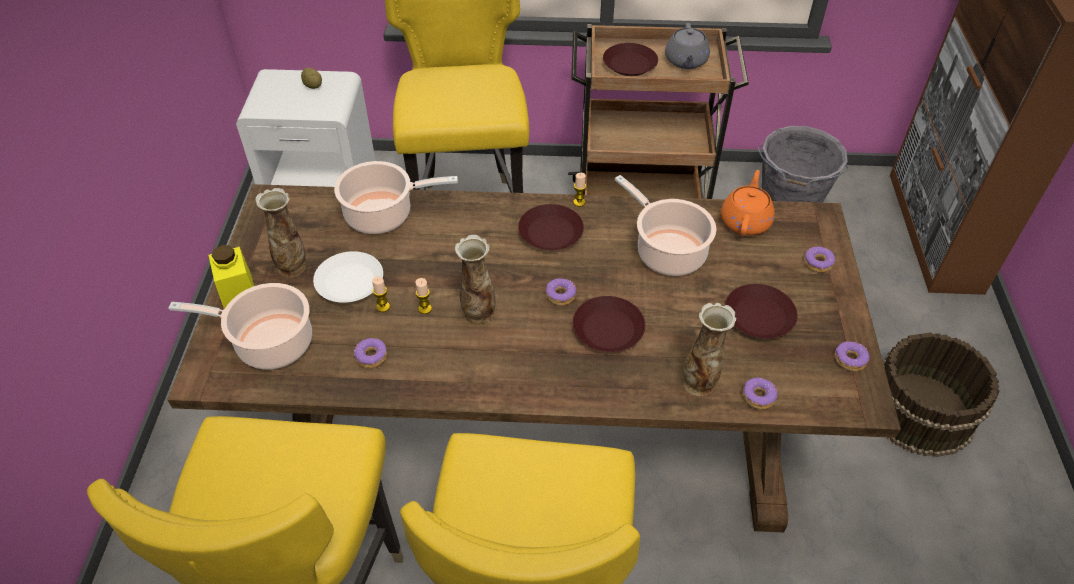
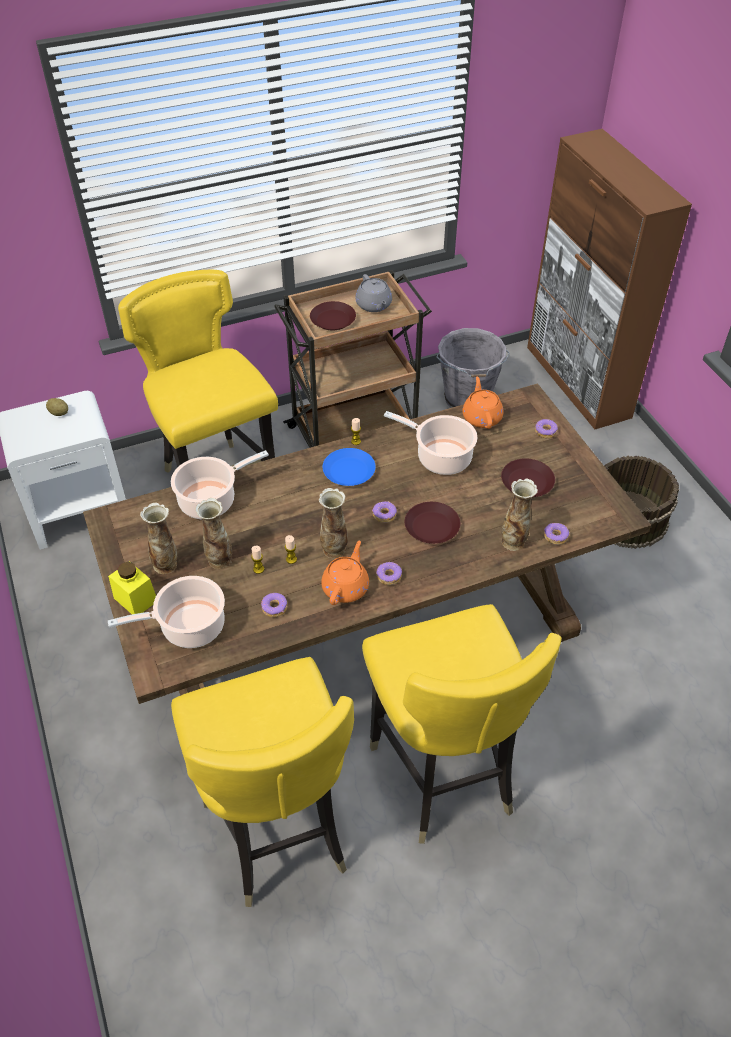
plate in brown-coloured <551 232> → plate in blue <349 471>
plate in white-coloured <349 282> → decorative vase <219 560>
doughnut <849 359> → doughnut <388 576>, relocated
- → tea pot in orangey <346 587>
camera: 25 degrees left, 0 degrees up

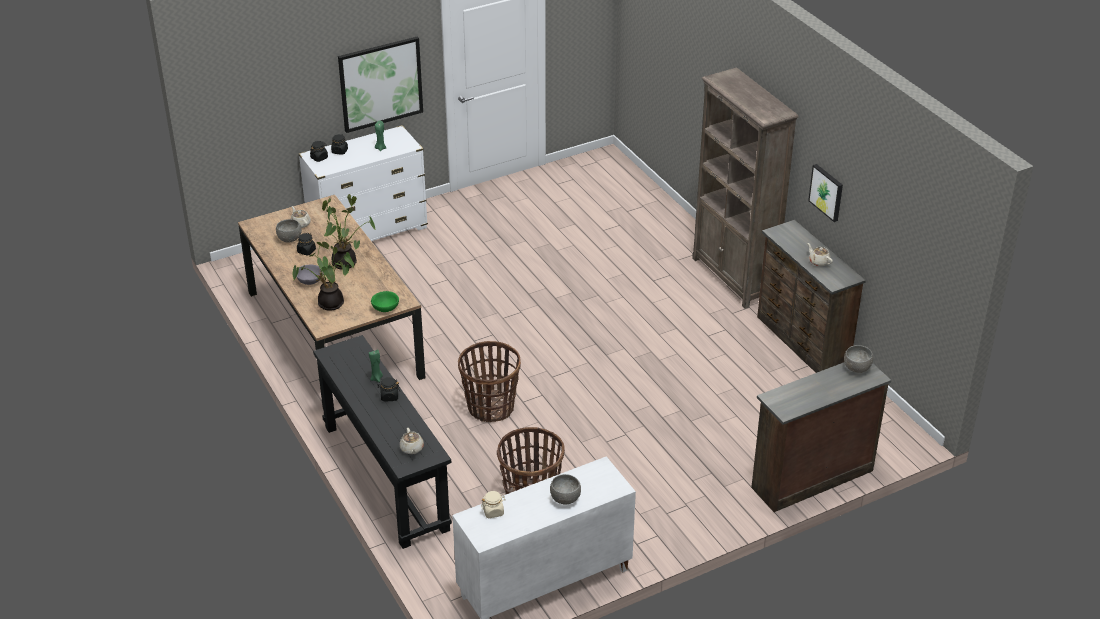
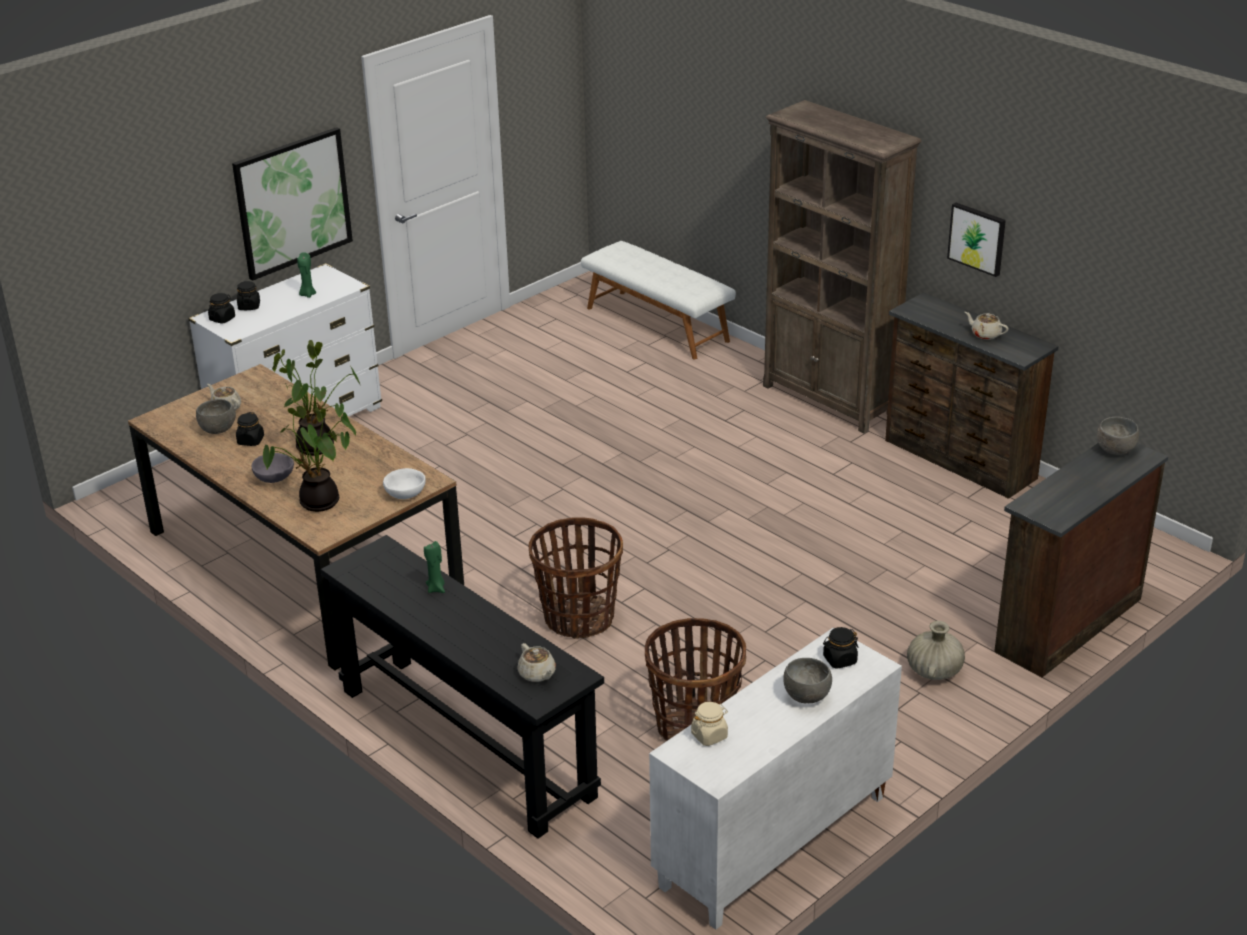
bowl in green-coloured <386 308> → bowl in white-coloured <406 494>
jar in black <389 396> → jar in black <839 660>, relocated
- → indoor bench in white-coloured <658 324>
- → decorative vase in sand-coloured <934 671>
camera: 15 degrees left, 5 degrees down

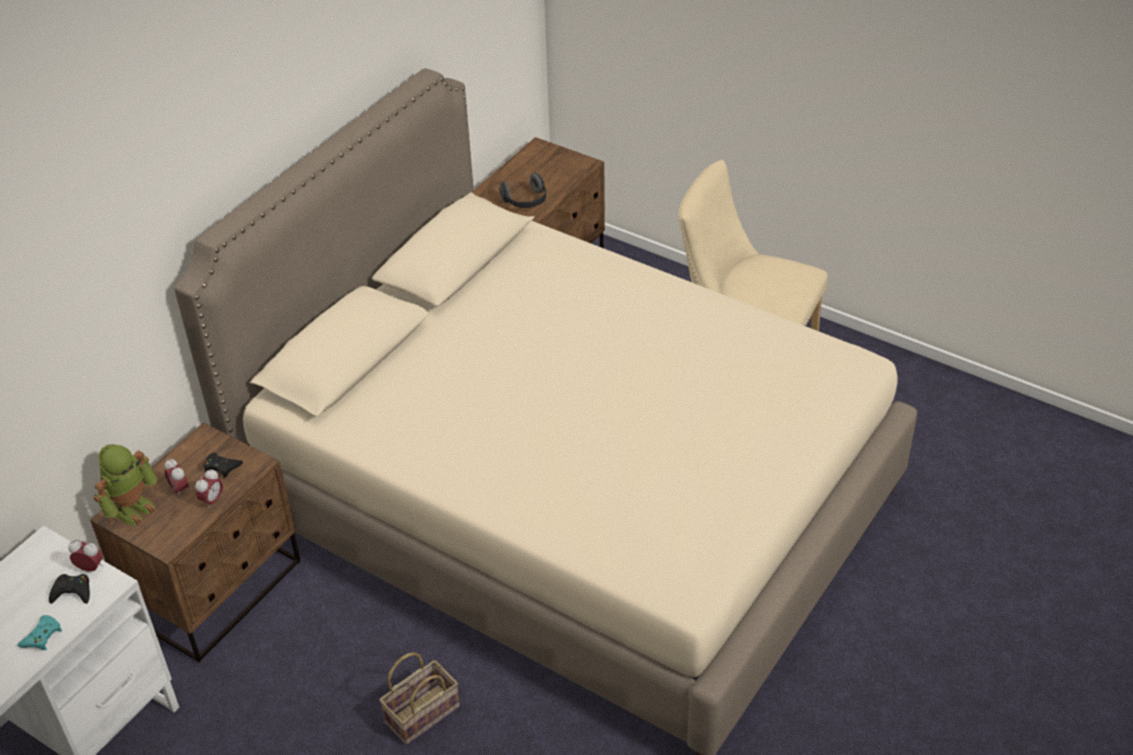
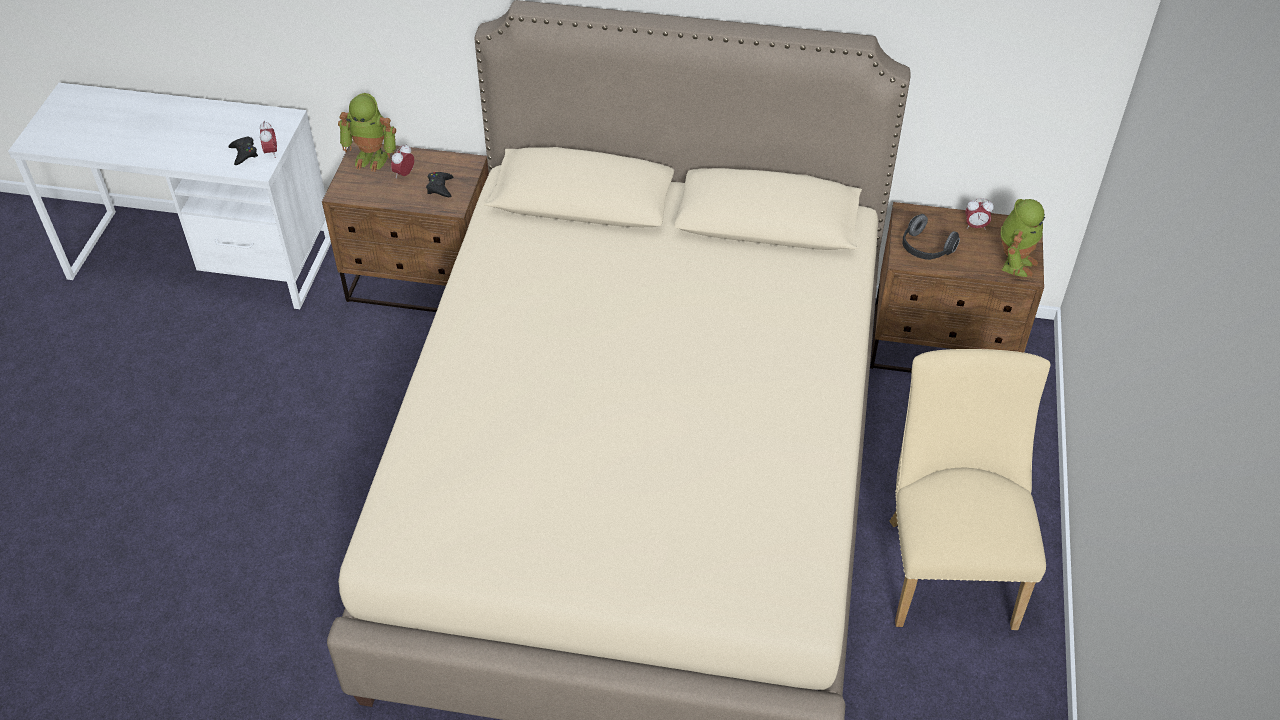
table clock <212 500> → table clock <975 226>, relocated
gamepad in blue-green <42 636> → -
storage basket <423 713> → -
- → model robot <1014 262>
camera: 65 degrees right, 5 degrees up

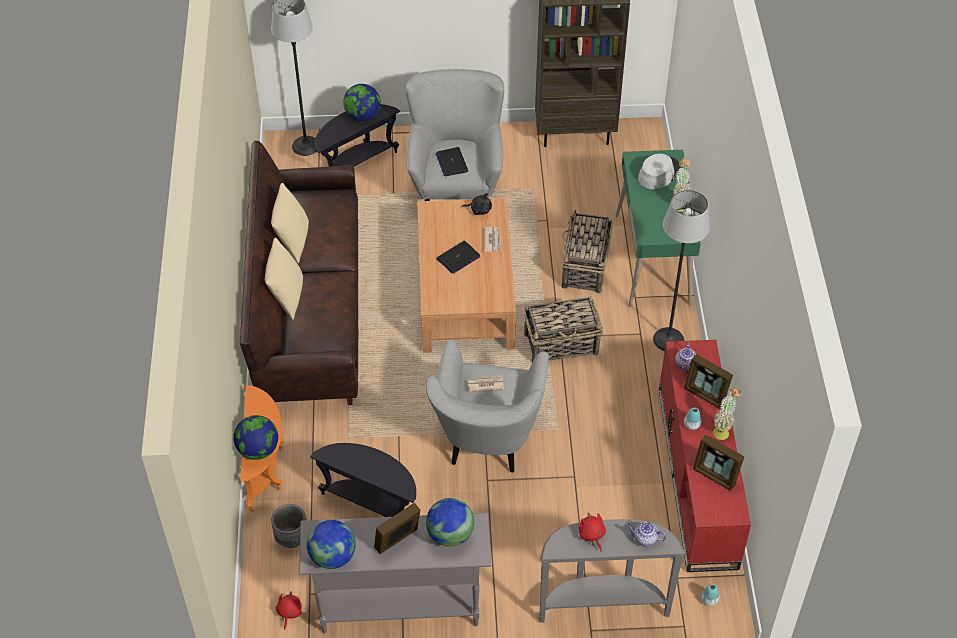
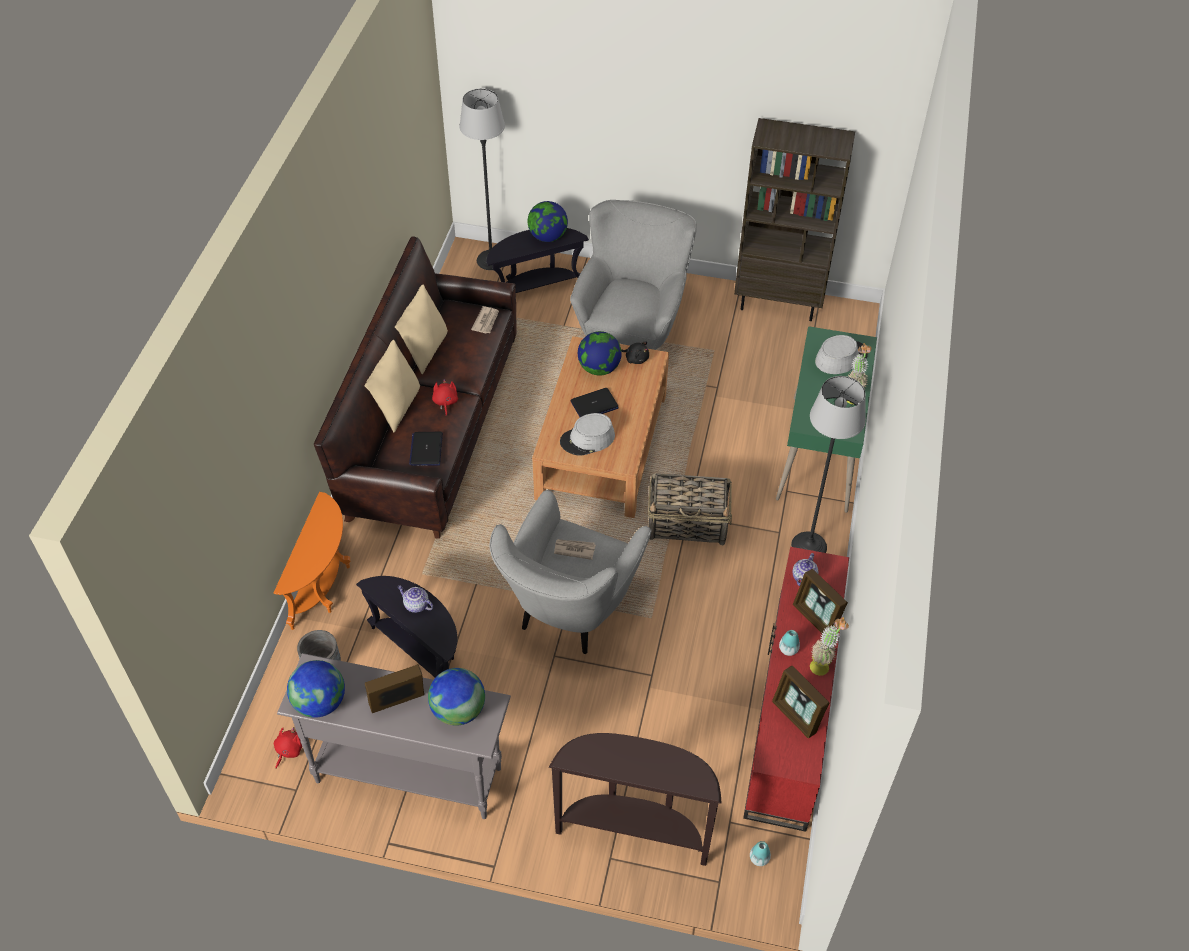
laptop <451 162> → laptop <426 449>, relocated
storage basket <585 267> → -
daily paper <492 240> → daily paper <486 321>, relocated
world globe <258 450> → world globe <599 368>, relocated
soft toy in red <591 535> → soft toy in red <445 402>, relocated
narrow table in grey <602 604> → narrow table in brown-coloured <634 830>
tea pot <644 539> → tea pot <415 605>, relocated
- → clothing hat in grey <587 439>
camera: 15 degrees right, 0 degrees up

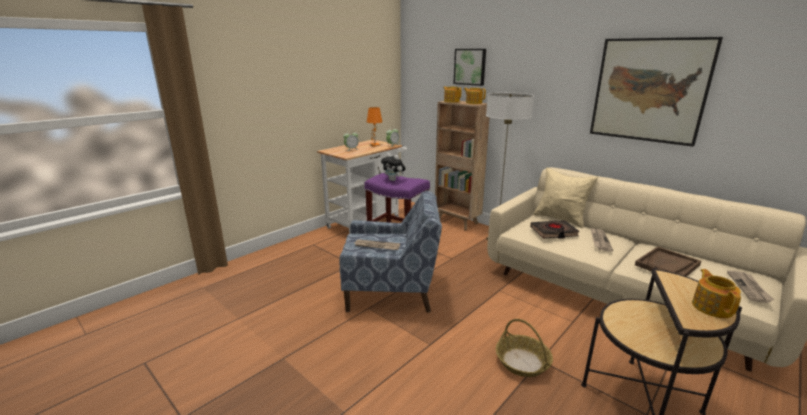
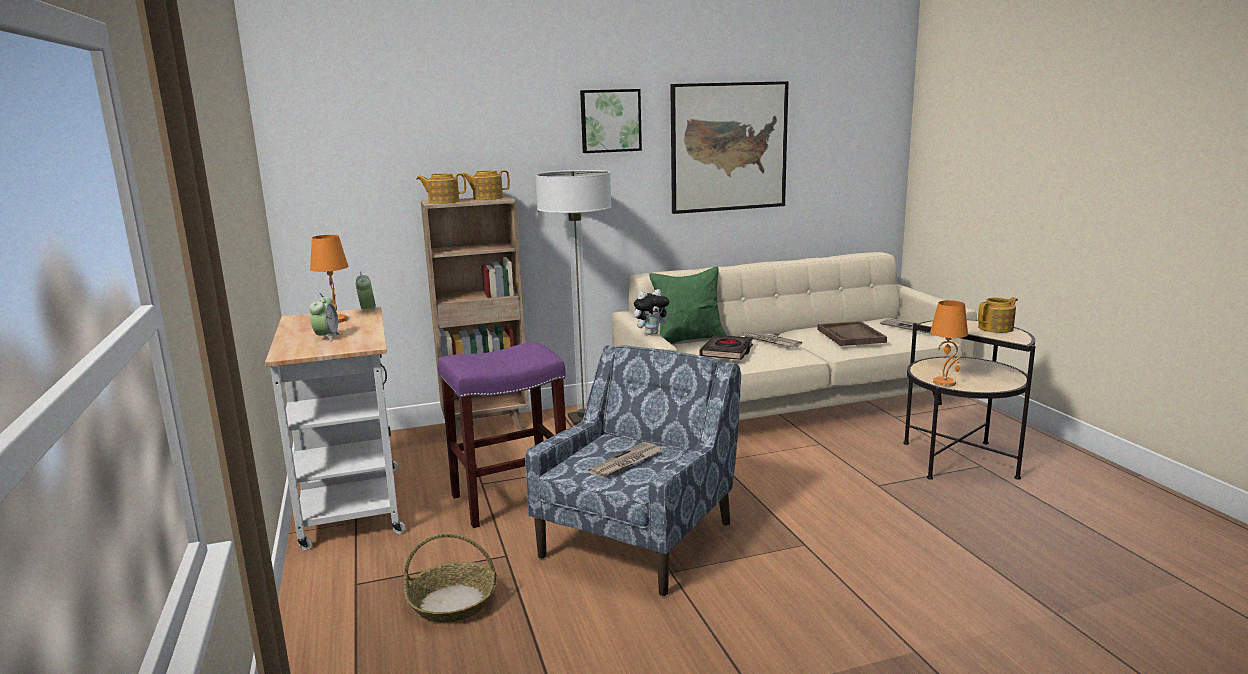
wall picture <470 66> → wall picture <610 121>, relocated
soft toy <393 180> → soft toy <651 333>, relocated
pillow in sand-coloured <560 219> → pillow in green-coloured <689 340>
tea pot <712 307> → tea pot <996 328>, 120 degrees clockwise
storage basket <522 362> → storage basket <453 602>, relocated
- → lamp for a table in orangey <945 382>
camera: 60 degrees left, 5 degrees down

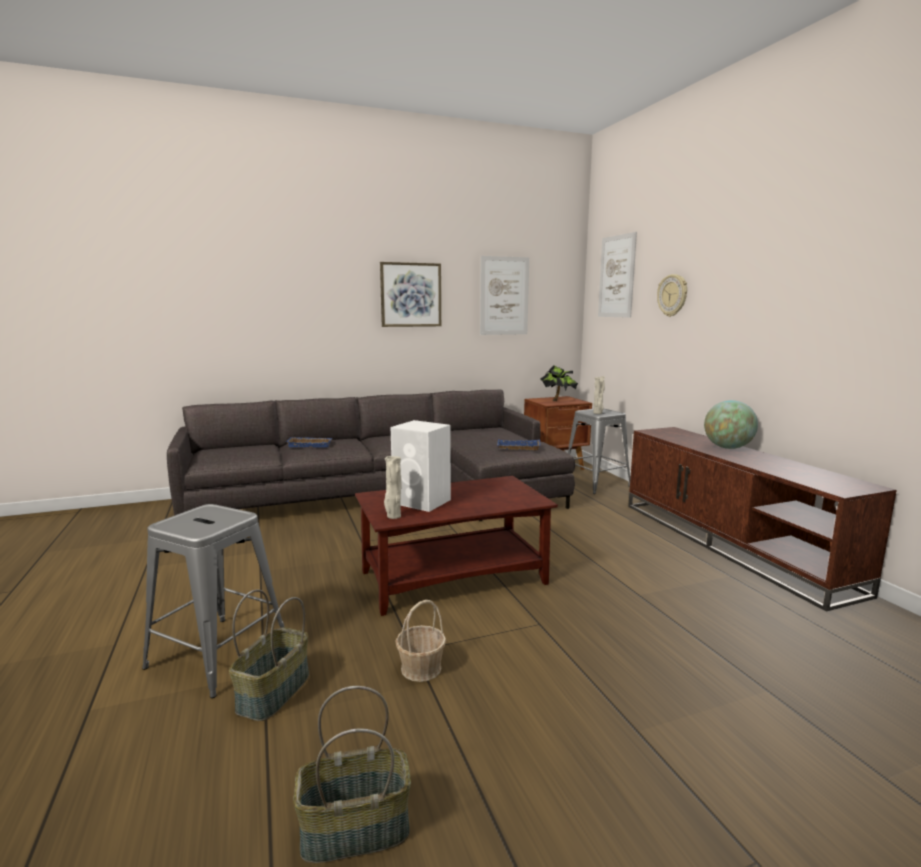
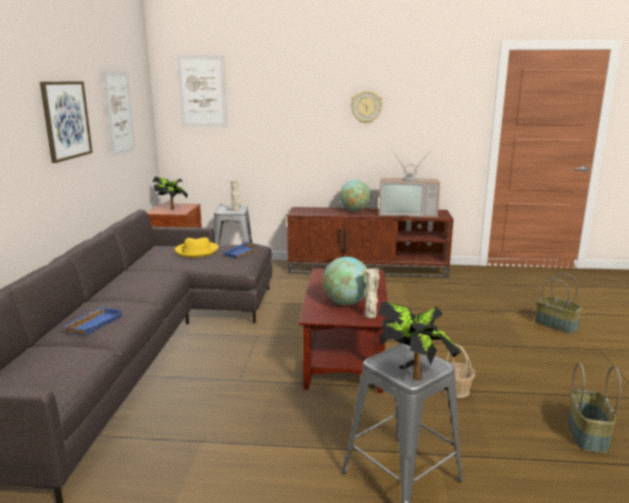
wall clock <672 295> → wall clock <366 107>, relocated
audio speaker in white-coloured <423 502> → world globe <346 303>
storage basket <274 693> → storage basket <556 325>, relocated
- → TV <408 213>
- → clothing hat in yellow-coloured <196 251>
- → potted plant <414 372>
camera: 65 degrees left, 5 degrees up

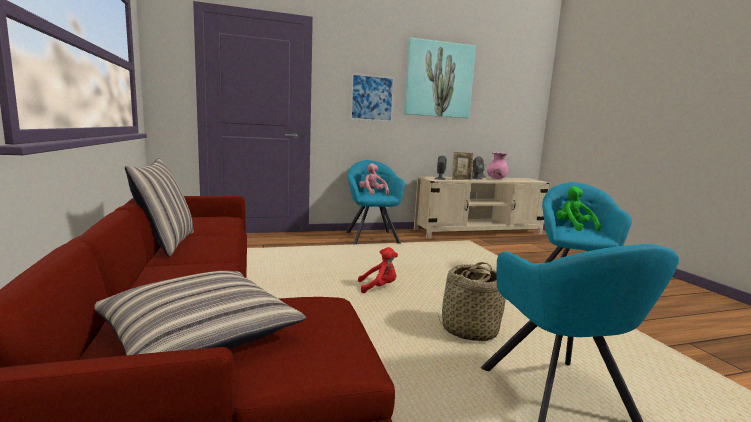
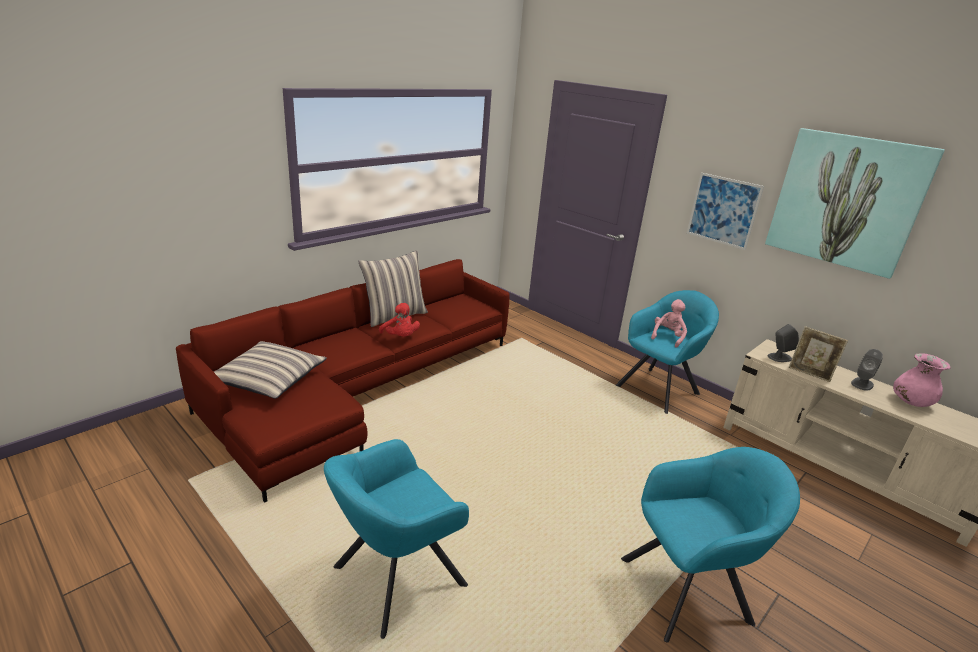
soft toy in green-coloured <573 227> → -
soft toy in red <379 287> → soft toy in red <400 337>, relocated
storage basket <469 330> → -
camera: 60 degrees right, 15 degrees up

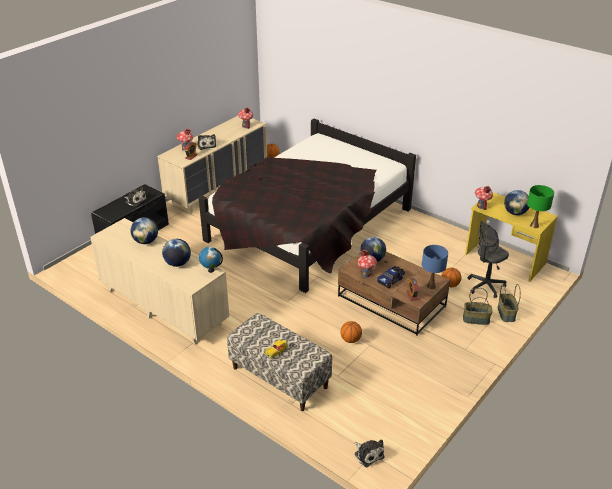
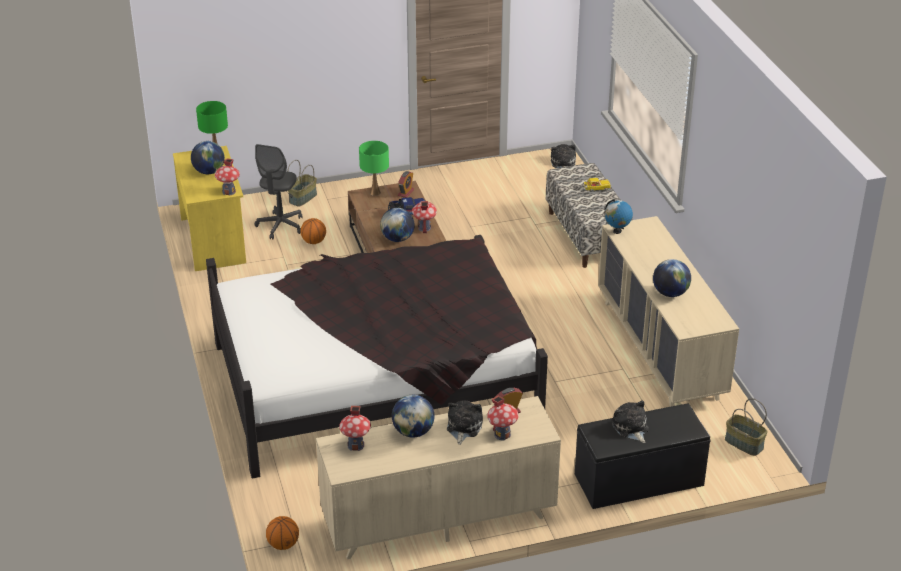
desk chair in grey <485 286> → desk chair in grey <280 226>, 105 degrees clockwise
world globe <177 263> → world globe <413 432>, relocated
lamp for a table in blue <431 286> → lamp for a table in green-coloured <375 193>
storage basket <476 319> → storage basket <743 444>, relocated
basketball <350 340> → -
camera: 145 degrees left, 0 degrees up

